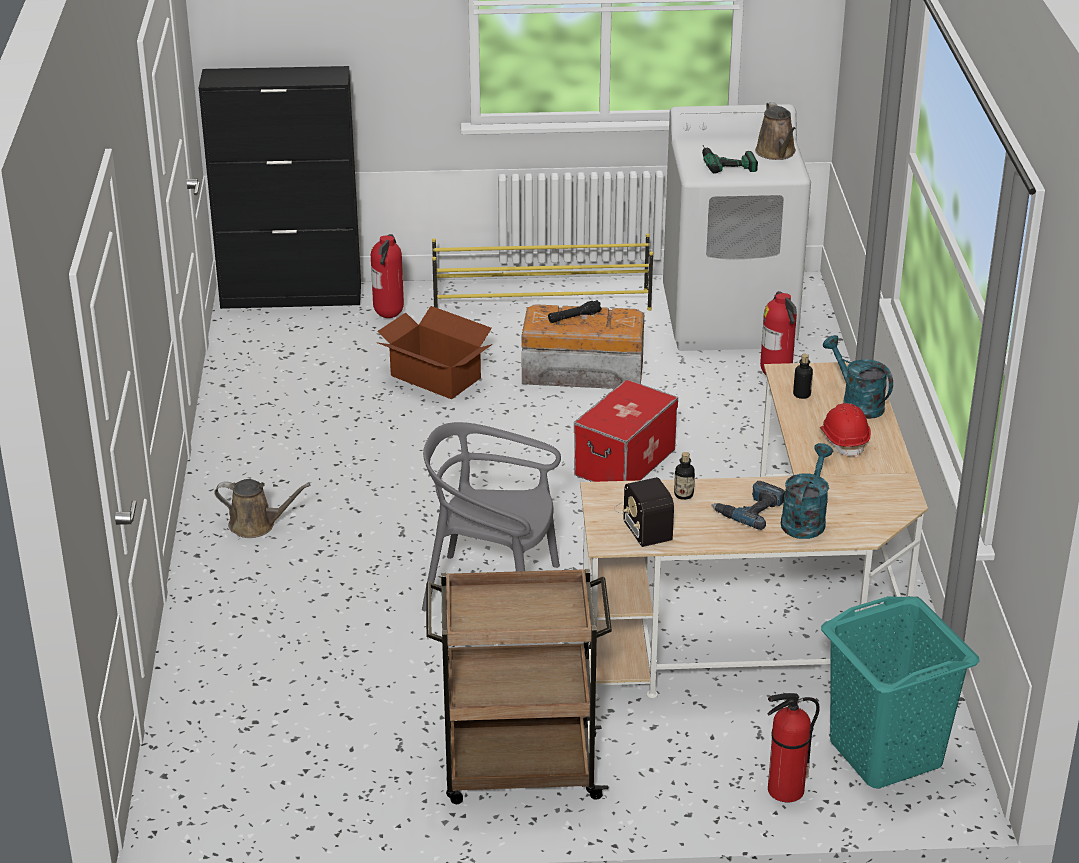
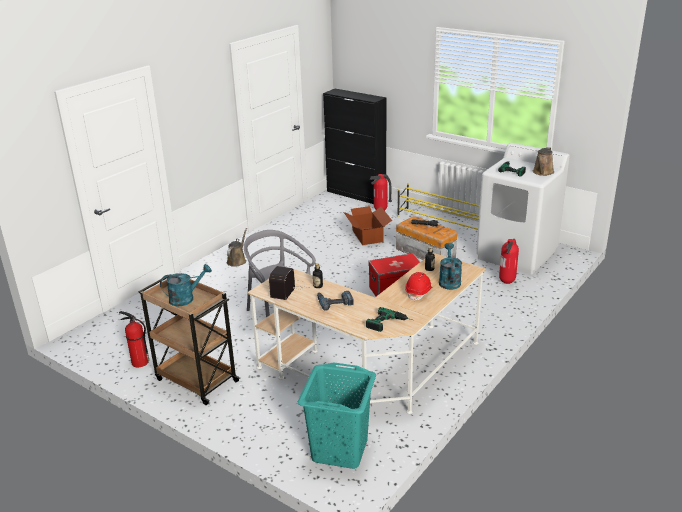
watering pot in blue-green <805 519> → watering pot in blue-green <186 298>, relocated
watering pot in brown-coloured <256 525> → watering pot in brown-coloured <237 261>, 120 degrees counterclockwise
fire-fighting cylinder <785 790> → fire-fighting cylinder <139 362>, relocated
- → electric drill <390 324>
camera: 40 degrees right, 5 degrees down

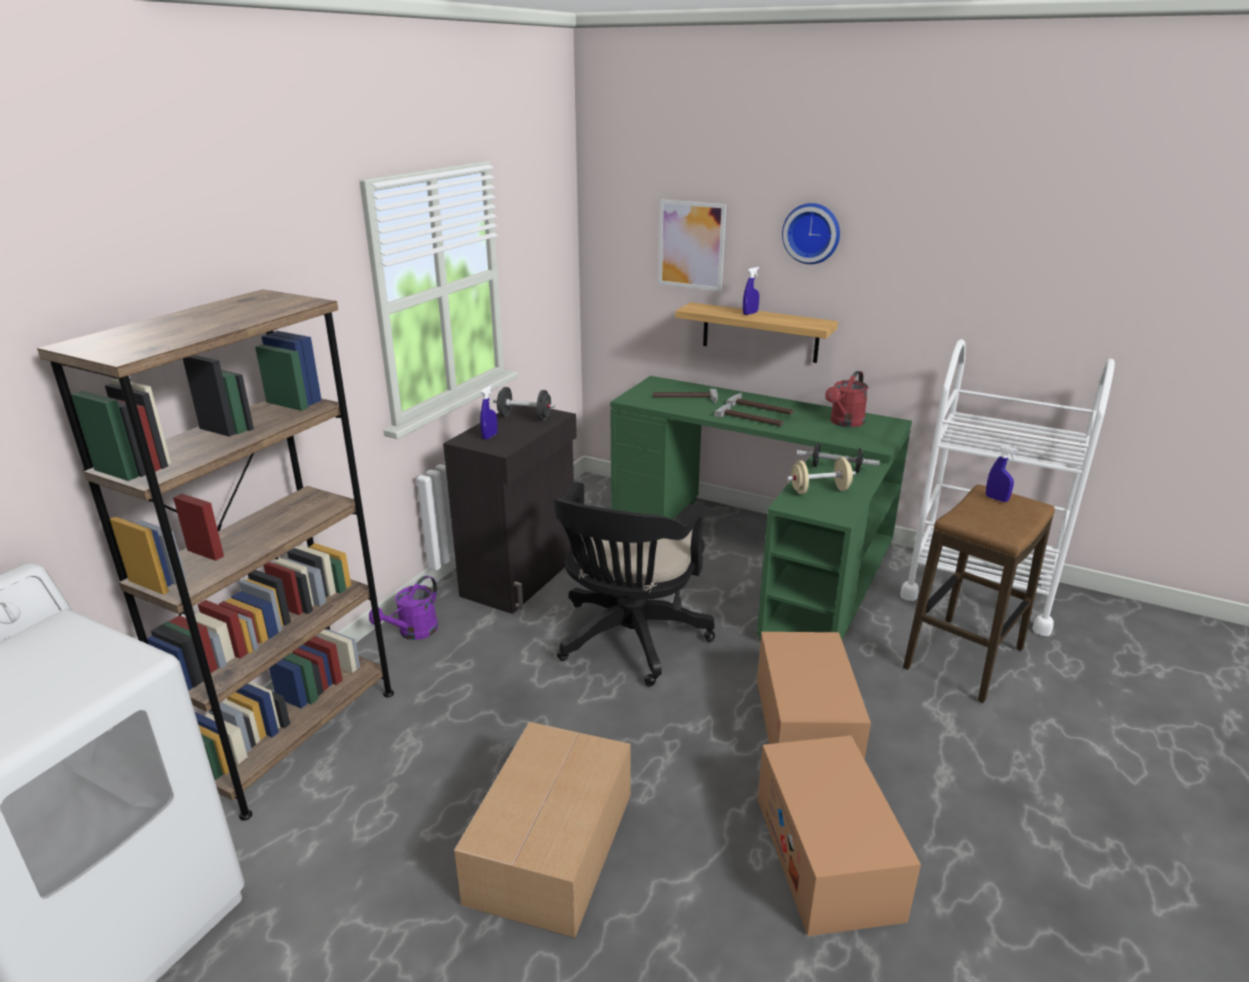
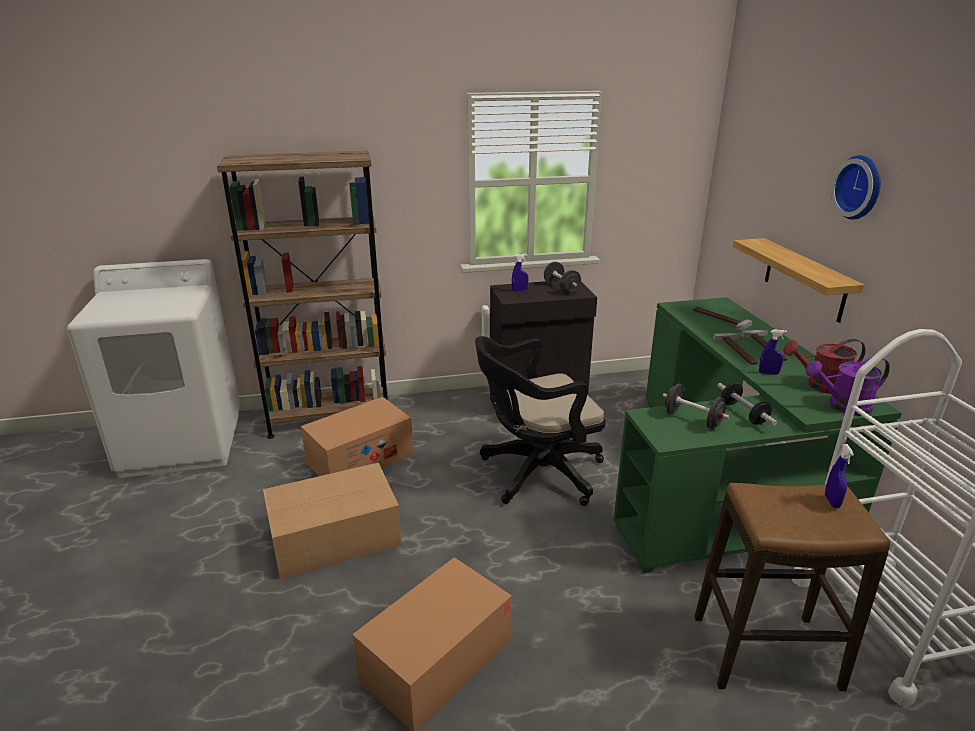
wall picture <691 245> → -
sprayer in blue <750 313> → sprayer in blue <768 373>, relocated
hand weight in sand-coloured <819 490> → hand weight in black <692 419>
watering pot in purple-coloured <413 633> → watering pot in purple-coloured <842 407>, relocated
carton <805 725> → carton <360 458>, relocated
camera: 50 degrees right, 0 degrees up

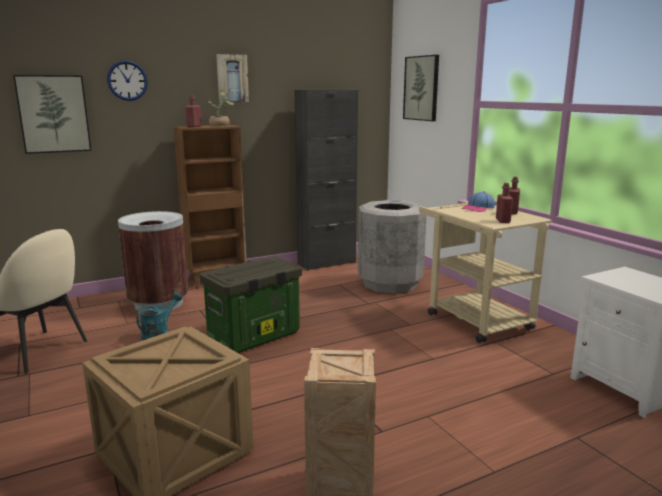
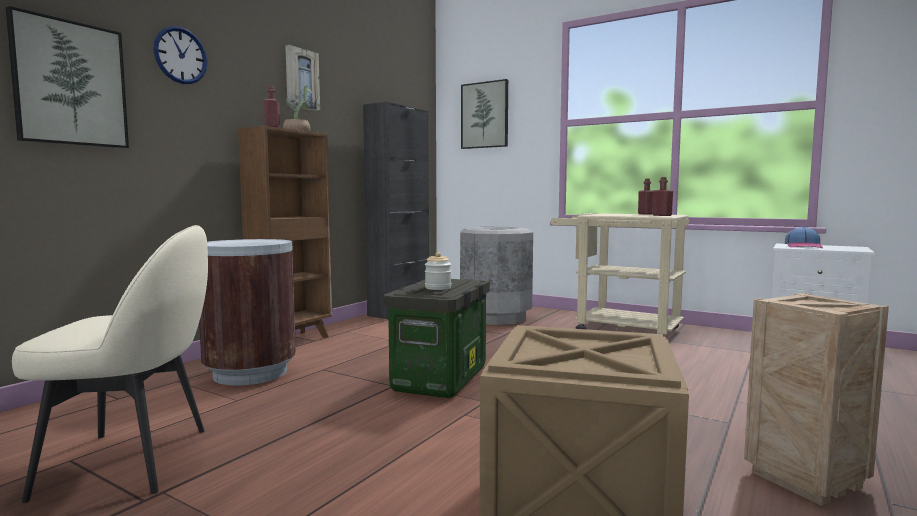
baseball cap <478 208> → baseball cap <803 246>, relocated
watering pot in blue-green <159 334> → -
- → jar <438 288>
camera: 30 degrees left, 10 degrees down

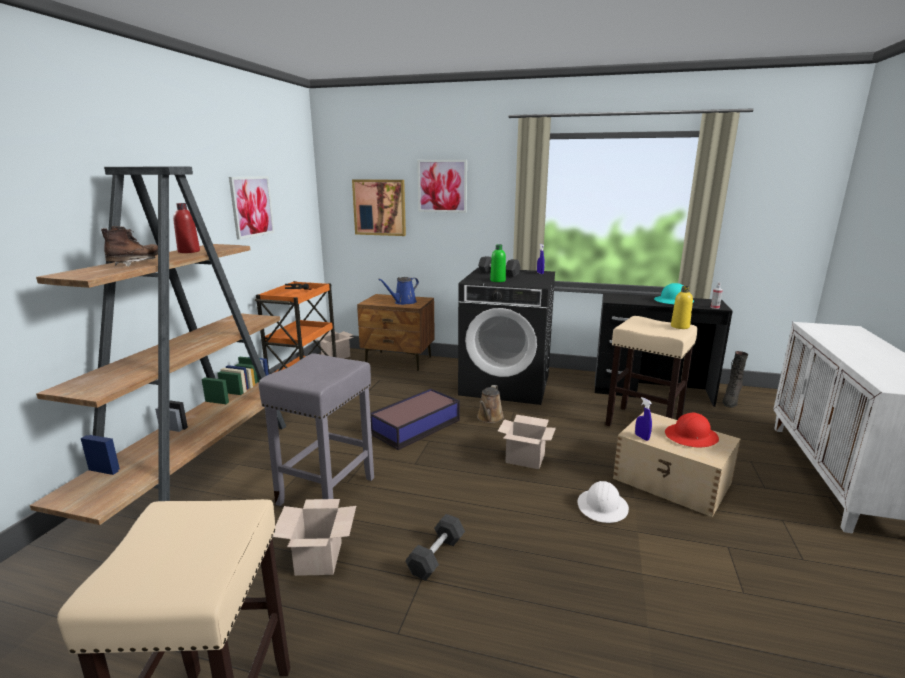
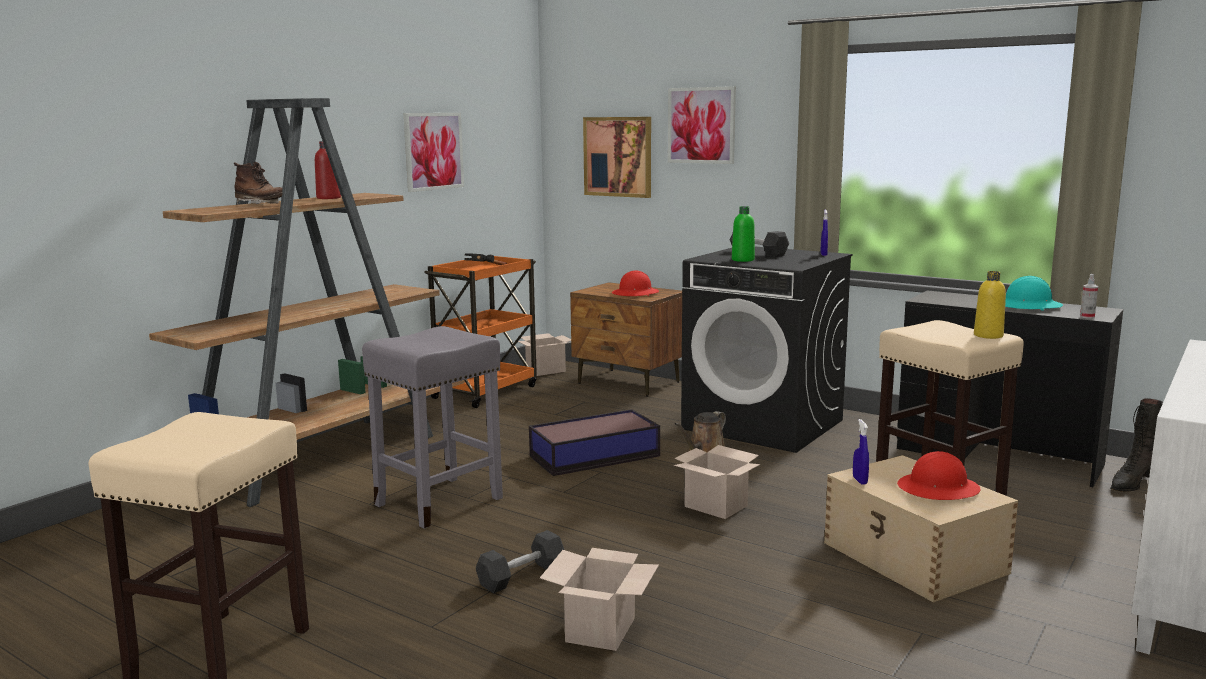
high-top boot in brown-coloured <135 264> → high-top boot in brown-coloured <261 205>, 75 degrees clockwise
watering pot in blue <403 302> → safety helmet in red <635 293>
safety helmet in white-coloured <602 507> → -
carton <319 559> → carton <601 631>, relocated
camera: 20 degrees right, 5 degrees down

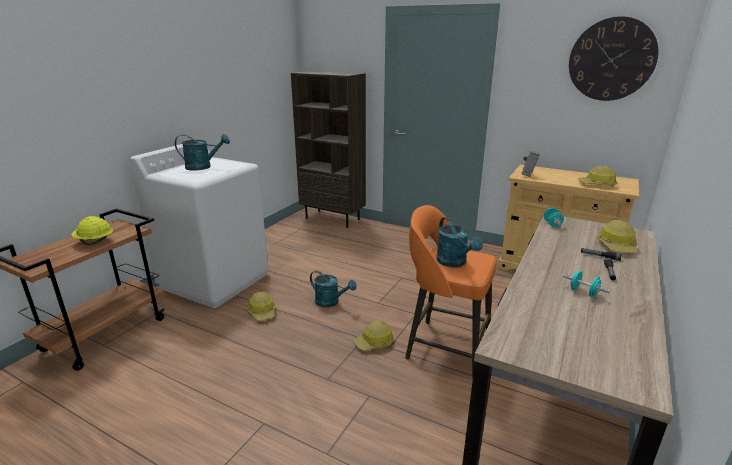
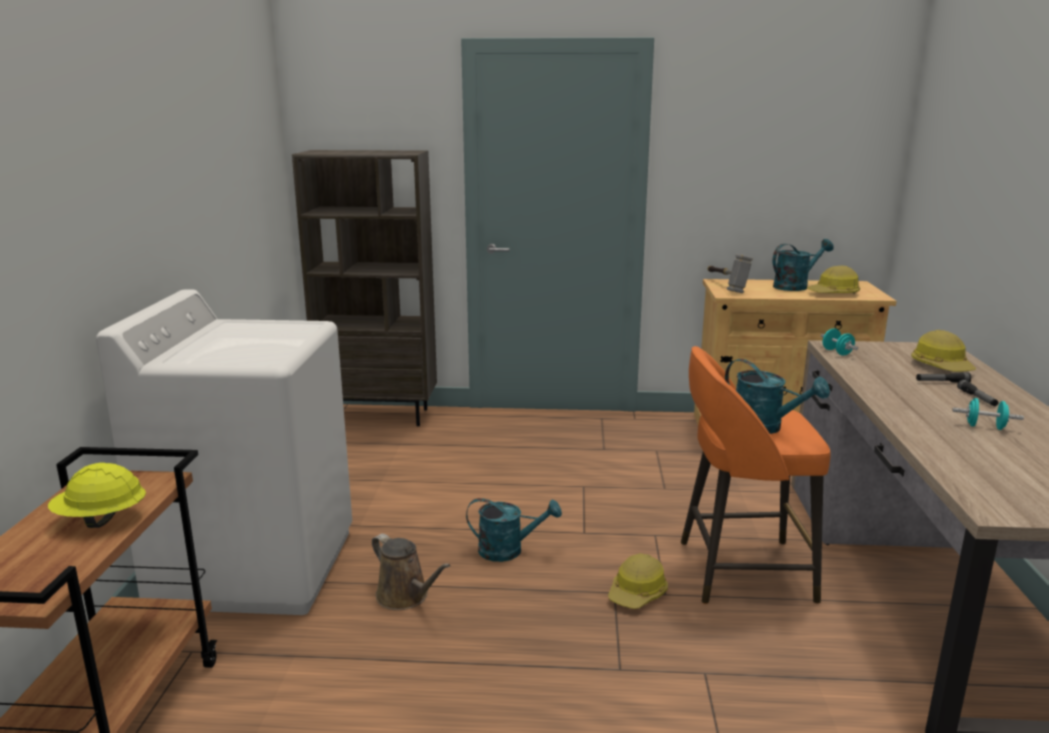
wall clock <611 59> → -
watering pot in blue-green <203 167> → watering pot in blue-green <795 286>, relocated
safety helmet <263 312> → watering pot in brown-coloured <405 597>
camera: 25 degrees left, 5 degrees down

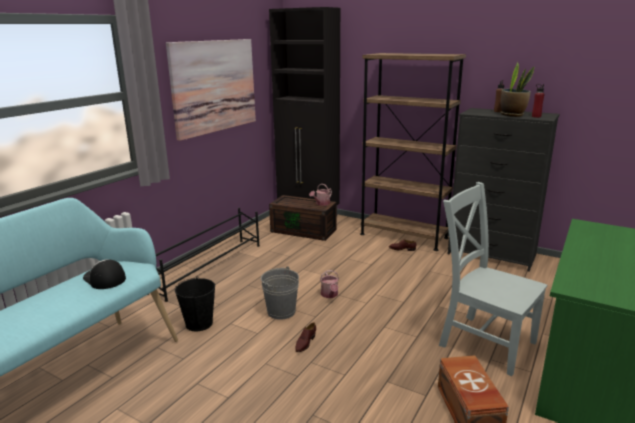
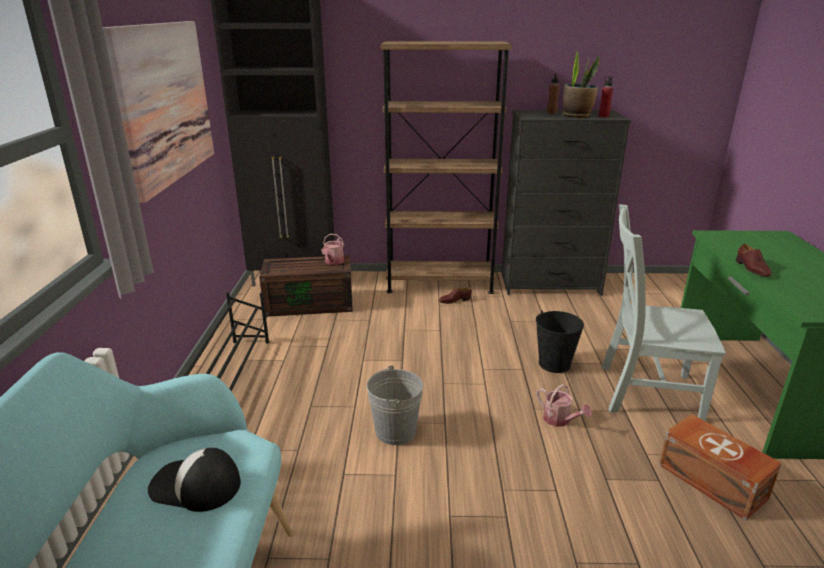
watering pot <330 295> → watering pot <560 420>, relocated
pail in black <199 323> → pail in black <554 364>, relocated
shoe in brown-coloured <305 343> → shoe in brown-coloured <751 269>, relocated
camera: 30 degrees left, 5 degrees up

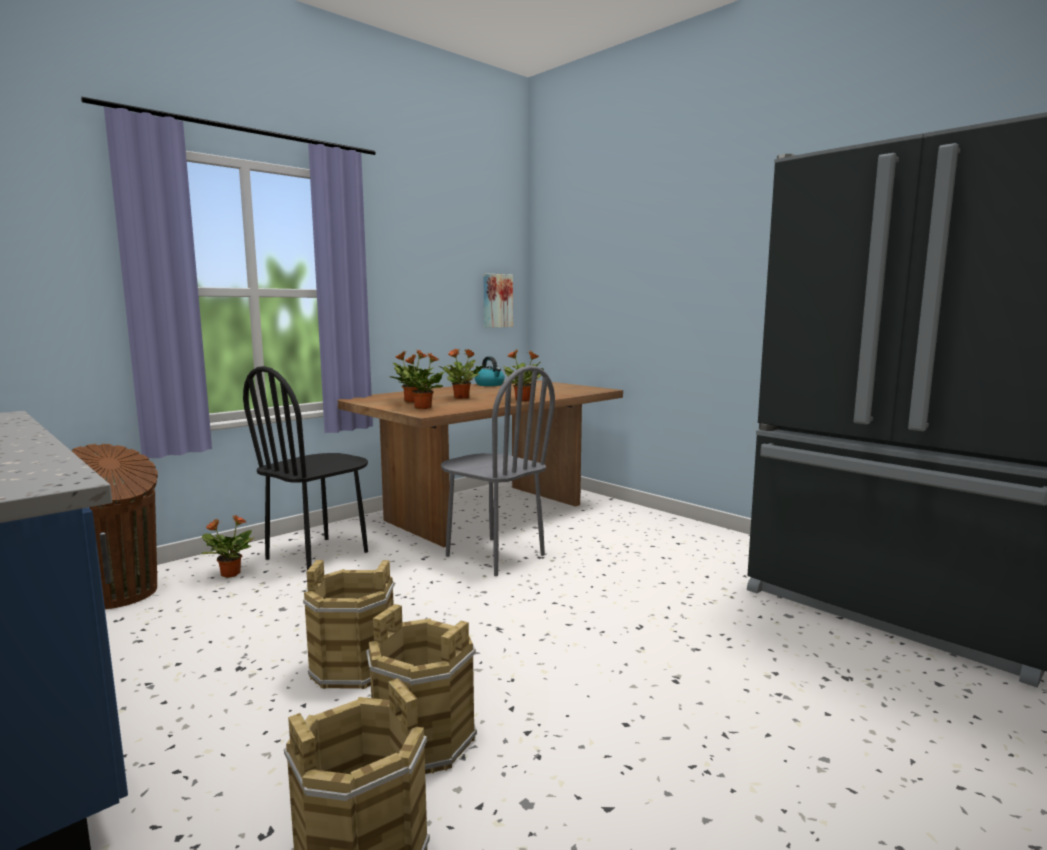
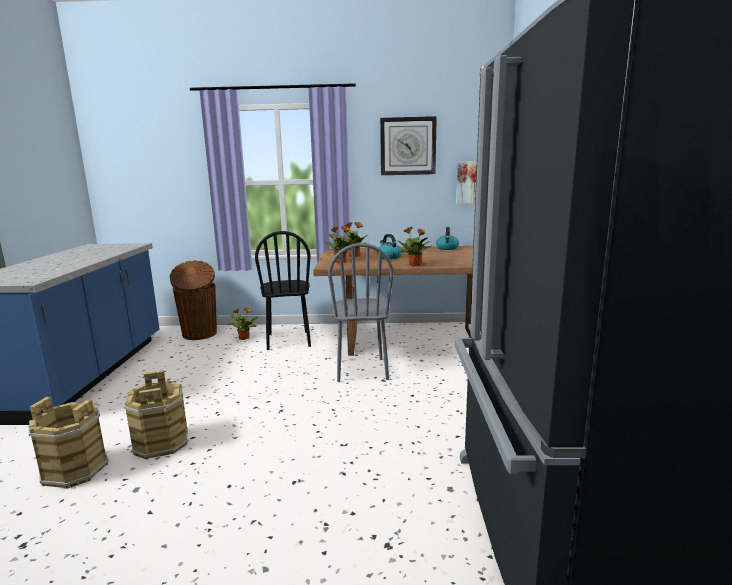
potted plant <462 397> → water kettle <389 257>
plain chair in black <318 555> → plain chair in black <288 340>, 90 degrees counterclockwise
pail in brown-coloured <354 666> → -
- → wall clock <408 146>
camera: 45 degrees right, 5 degrees up

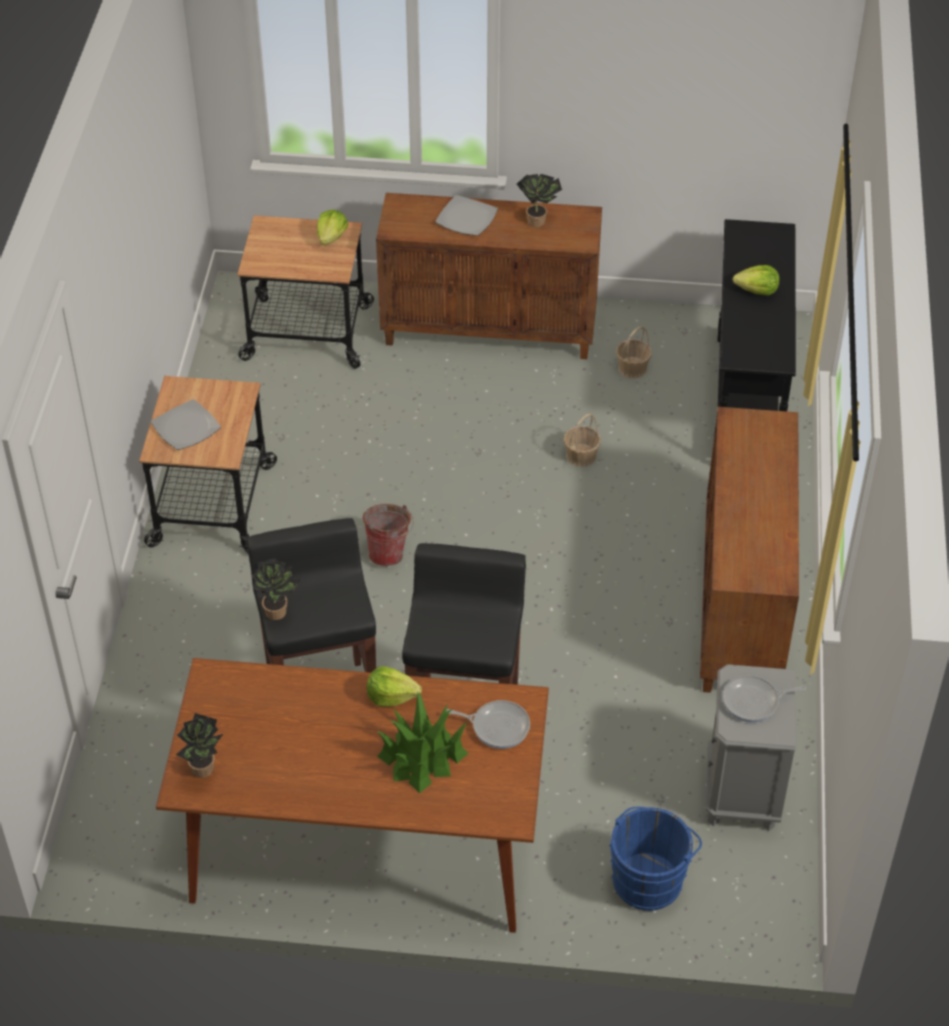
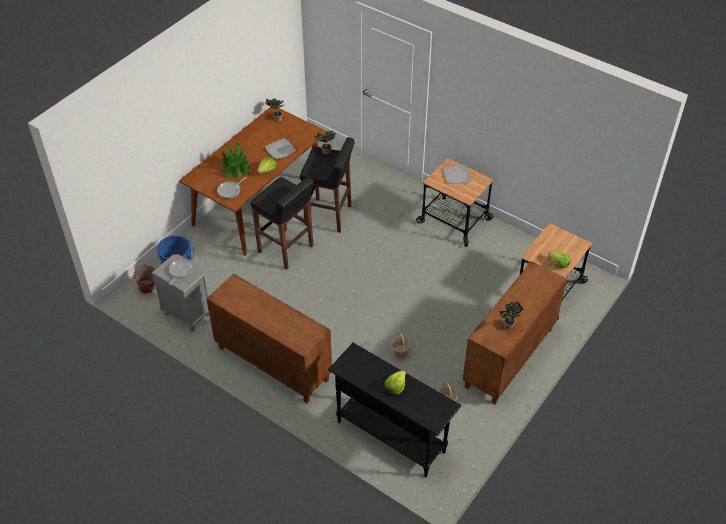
plate <467 218> → plate <280 150>, relocated
pail <389 552> → pail <148 290>, relocated
camera: 120 degrees right, 0 degrees up

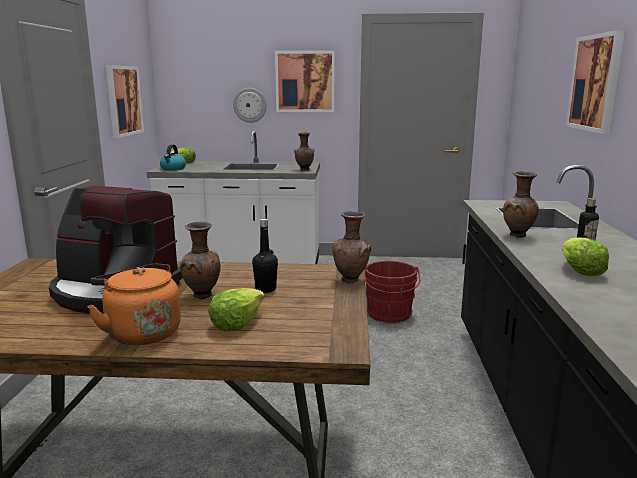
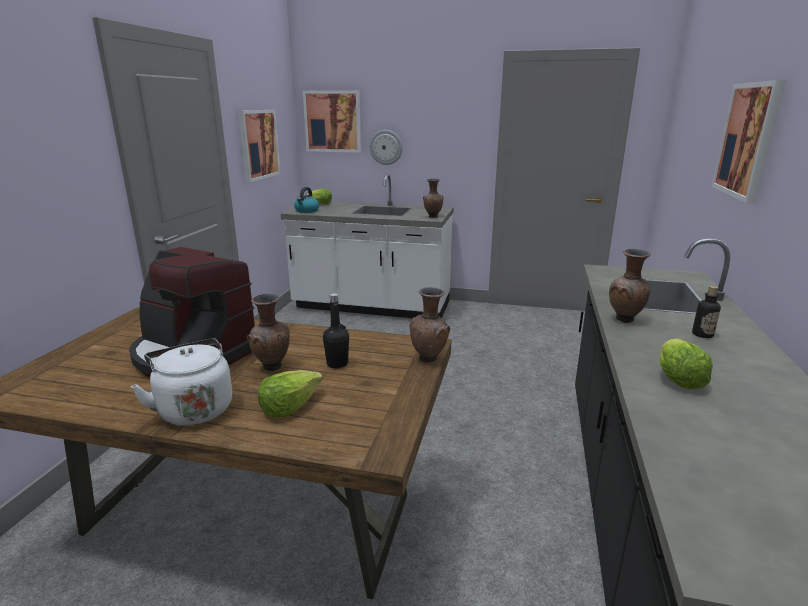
wall picture <305 81> → wall picture <333 121>, relocated
pail in red <389 315> → -
water kettle in orangey <141 332> → water kettle in white-coloured <194 408>
camera: 10 degrees right, 5 degrees up

